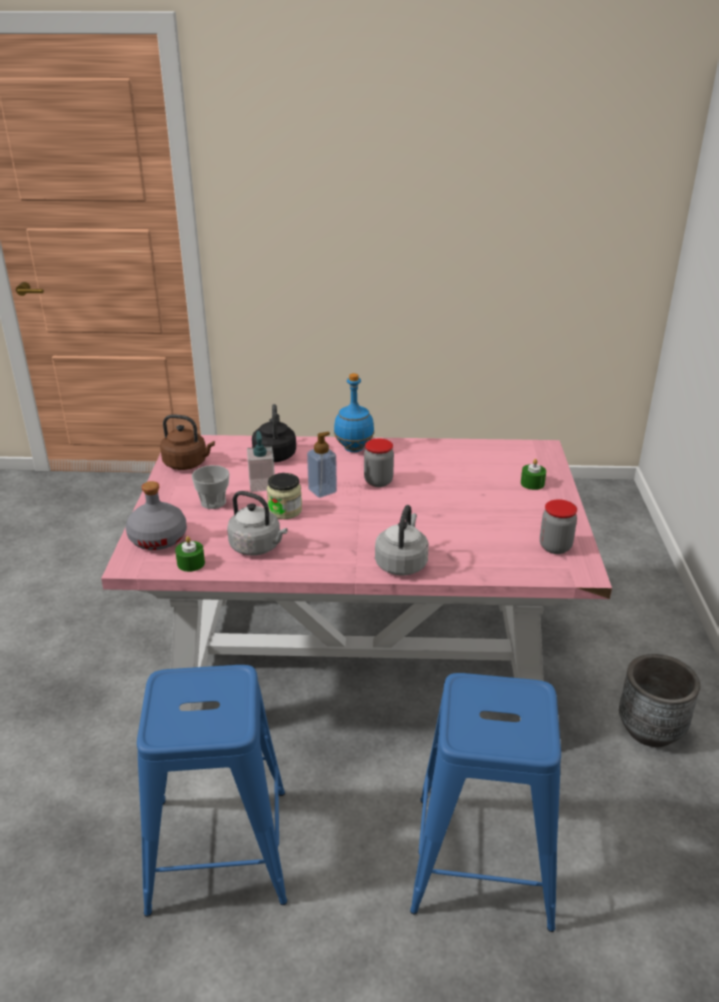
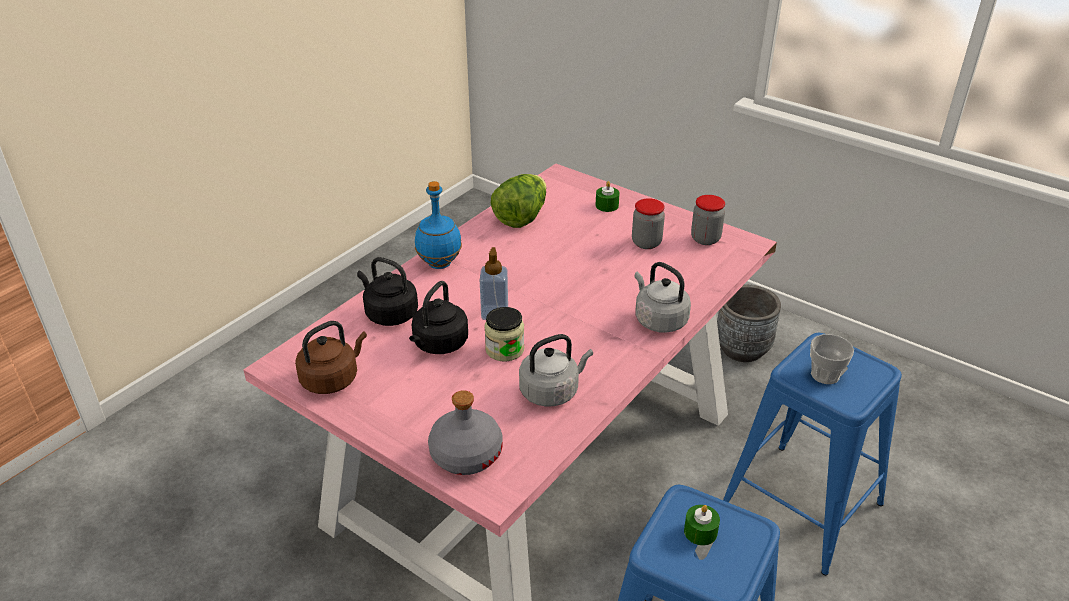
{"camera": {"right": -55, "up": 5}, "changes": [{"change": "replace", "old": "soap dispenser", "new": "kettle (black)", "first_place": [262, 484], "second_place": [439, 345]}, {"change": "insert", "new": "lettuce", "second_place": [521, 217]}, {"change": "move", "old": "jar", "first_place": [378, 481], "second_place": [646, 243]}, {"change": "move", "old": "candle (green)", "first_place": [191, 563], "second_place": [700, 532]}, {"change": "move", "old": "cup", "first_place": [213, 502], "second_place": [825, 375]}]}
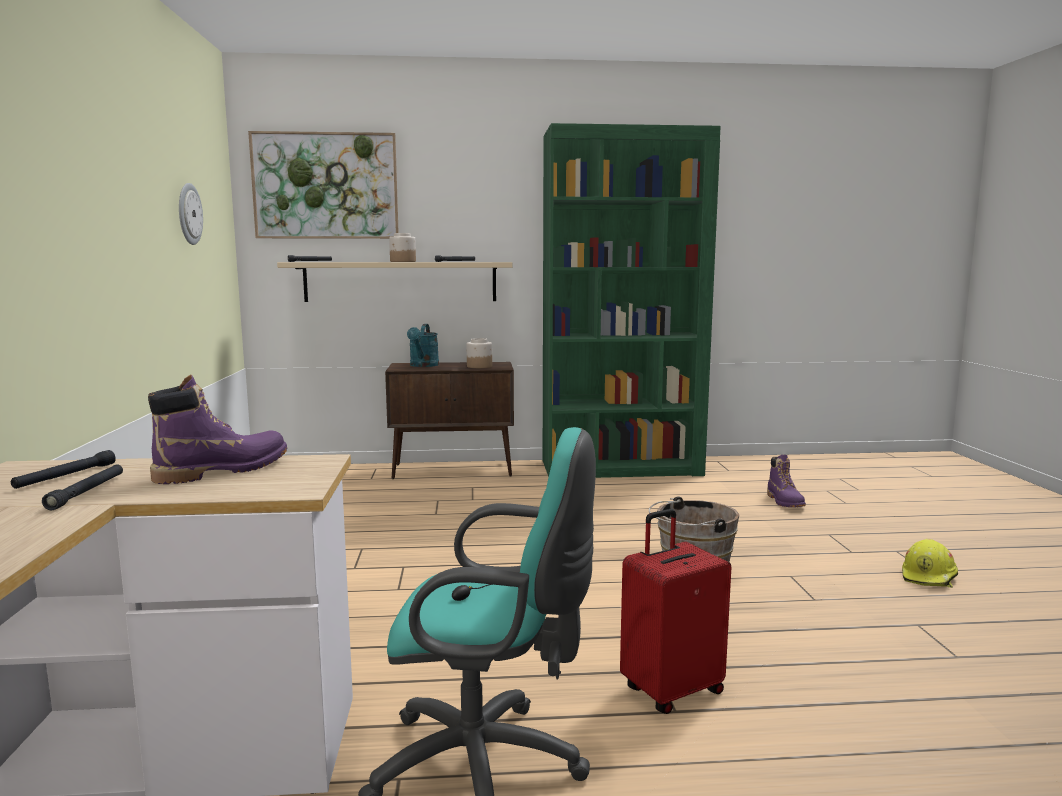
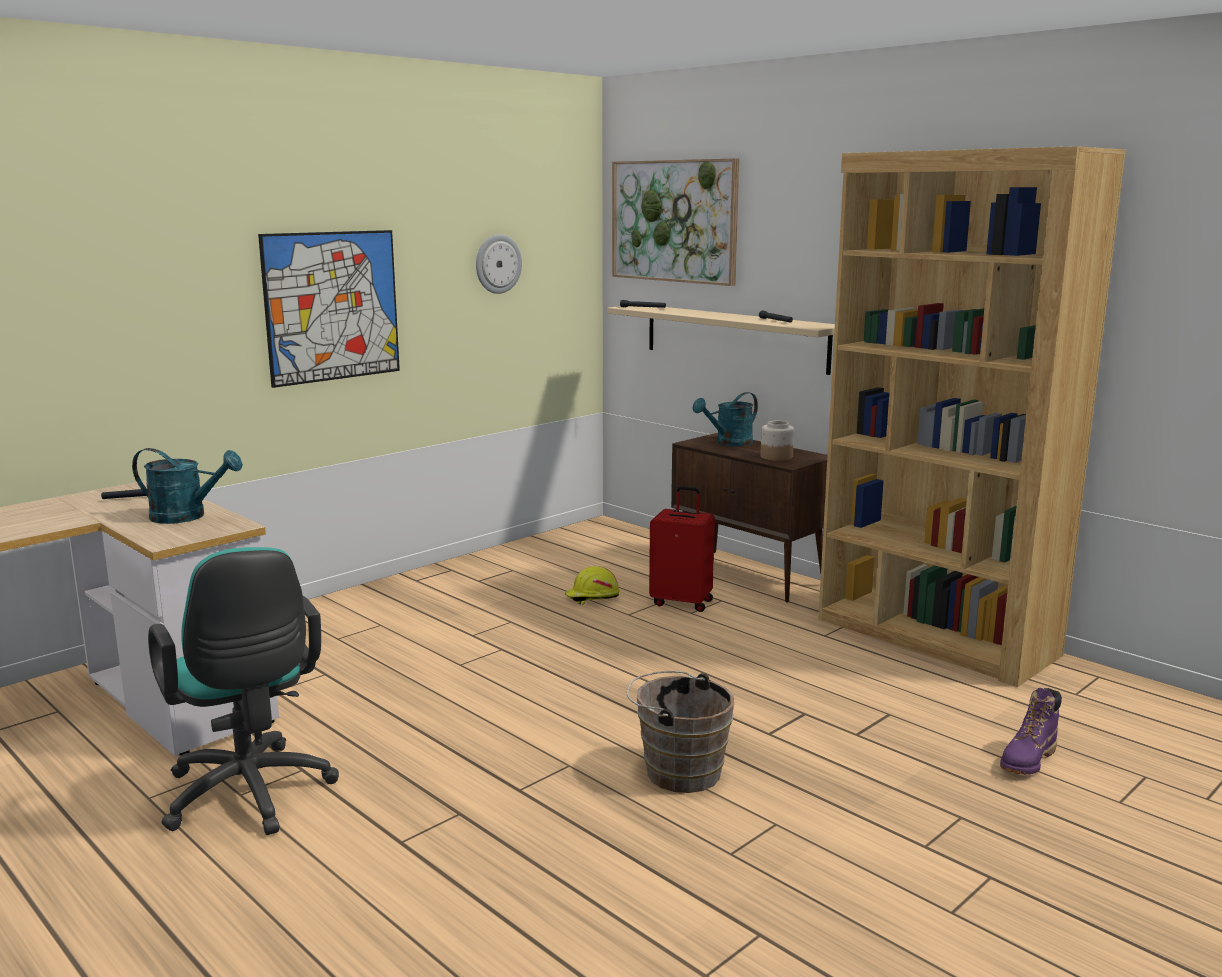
{"camera": {"right": 50, "up": 5}, "changes": [{"change": "replace", "old": "boot (purple)", "new": "watering can (turquoise)", "first_place": [223, 470], "second_place": [187, 516]}, {"change": "insert", "new": "picture", "second_place": [332, 306]}, {"change": "move", "old": "hard hat (yellow)", "first_place": [929, 577], "second_place": [592, 597]}, {"change": "move", "old": "suitcase (red)", "first_place": [671, 690], "second_place": [682, 602]}, {"change": "recolor", "old": "bookcase (green)", "new": "bookcase (brown)", "first_place": [621, 468], "second_place": [935, 637]}, {"change": "delete", "old": "flashlight (black)", "first_place": [87, 492]}, {"change": "delete", "old": "jar", "first_place": [403, 261]}]}
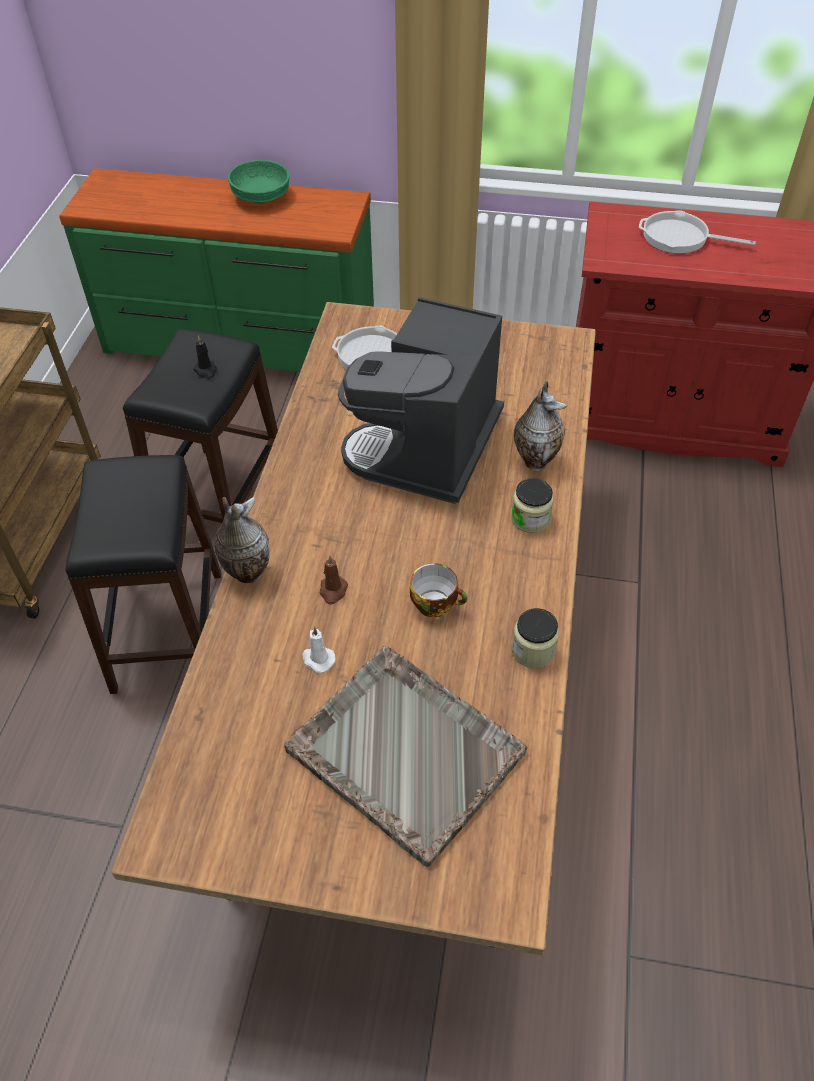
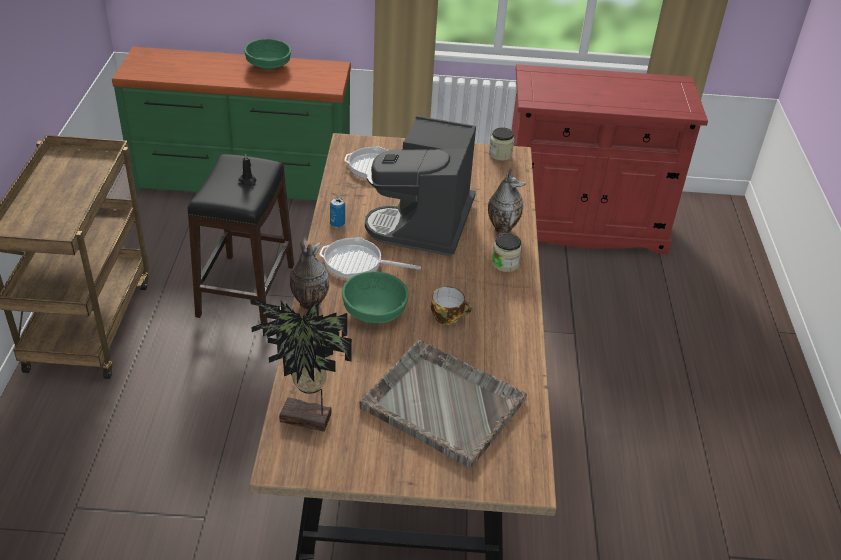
{"camera": {"right": -10, "up": -10}, "changes": [{"change": "insert", "new": "potted plant", "second_place": [305, 421]}, {"change": "move", "old": "frying pan", "first_place": [680, 238], "second_place": [357, 263]}, {"change": "insert", "new": "can", "second_place": [337, 224]}, {"change": "replace", "old": "candle (brown)", "new": "bowl (green)", "first_place": [333, 591], "second_place": [374, 312]}, {"change": "move", "old": "jar", "first_place": [533, 650], "second_place": [500, 154]}, {"change": "delete", "old": "stool (black)", "first_place": [167, 631]}, {"change": "delete", "old": "candle (white)", "first_place": [317, 659]}]}
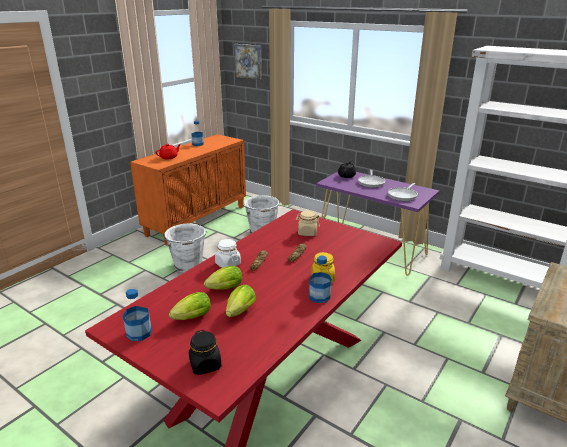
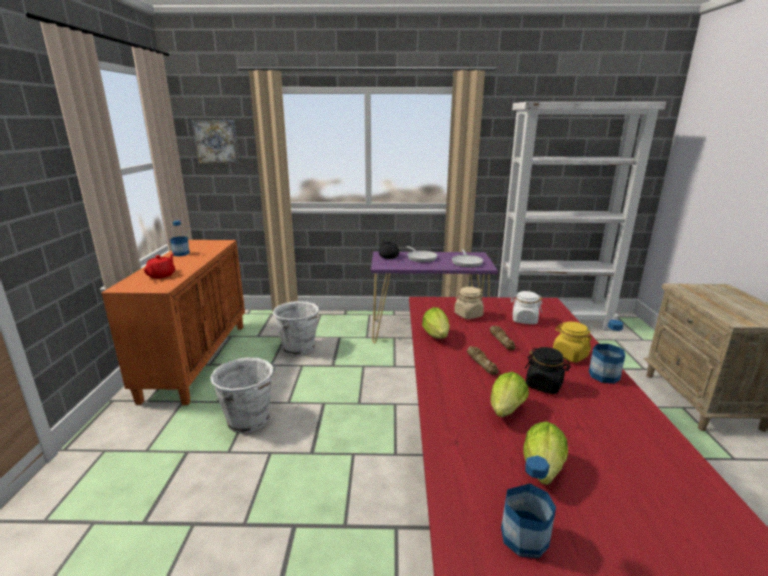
{"camera": {"right": -35, "up": -5}, "changes": [{"change": "move", "old": "lettuce", "first_place": [239, 313], "second_place": [437, 337]}, {"change": "move", "old": "jar (white)", "first_place": [228, 264], "second_place": [524, 320]}, {"change": "move", "old": "jar (black)", "first_place": [205, 365], "second_place": [544, 385]}]}
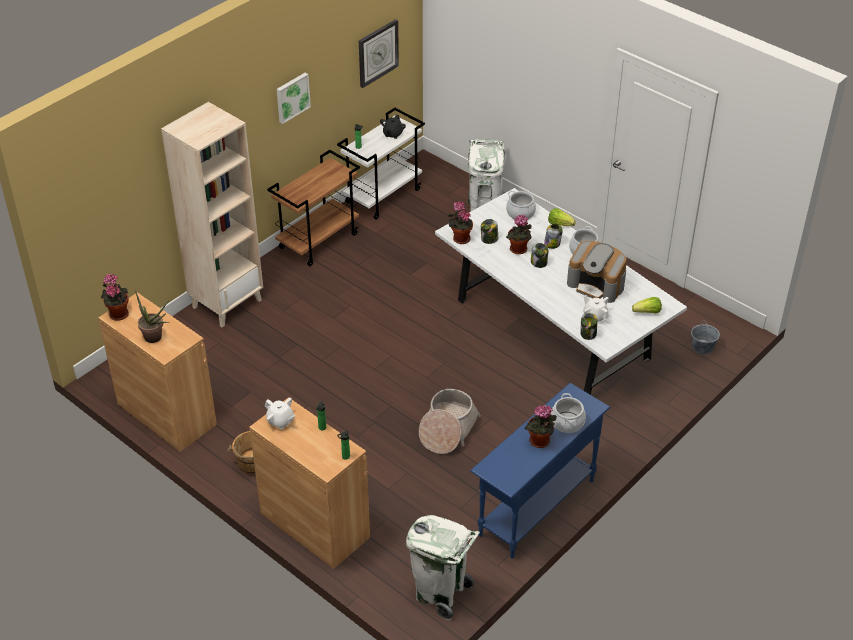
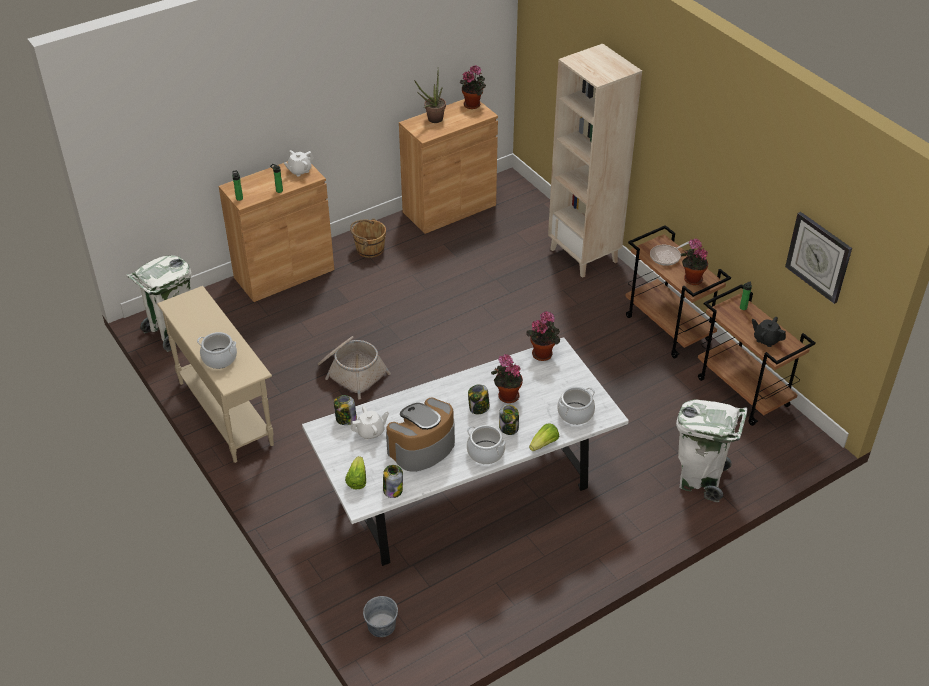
{"camera": {"right": 105, "up": 0}, "changes": [{"change": "recolor", "old": "console table (blue)", "new": "console table (beige)", "first_place": [536, 507], "second_place": [225, 412]}, {"change": "move", "old": "jar", "first_place": [489, 239], "second_place": [392, 490]}, {"change": "insert", "new": "frying pan", "second_place": [666, 256]}, {"change": "move", "old": "potted plant", "first_place": [539, 442], "second_place": [691, 279]}, {"change": "recolor", "old": "cart (white)", "new": "cart (brown)", "first_place": [383, 196], "second_place": [744, 392]}, {"change": "delete", "old": "picture", "first_place": [292, 97]}]}
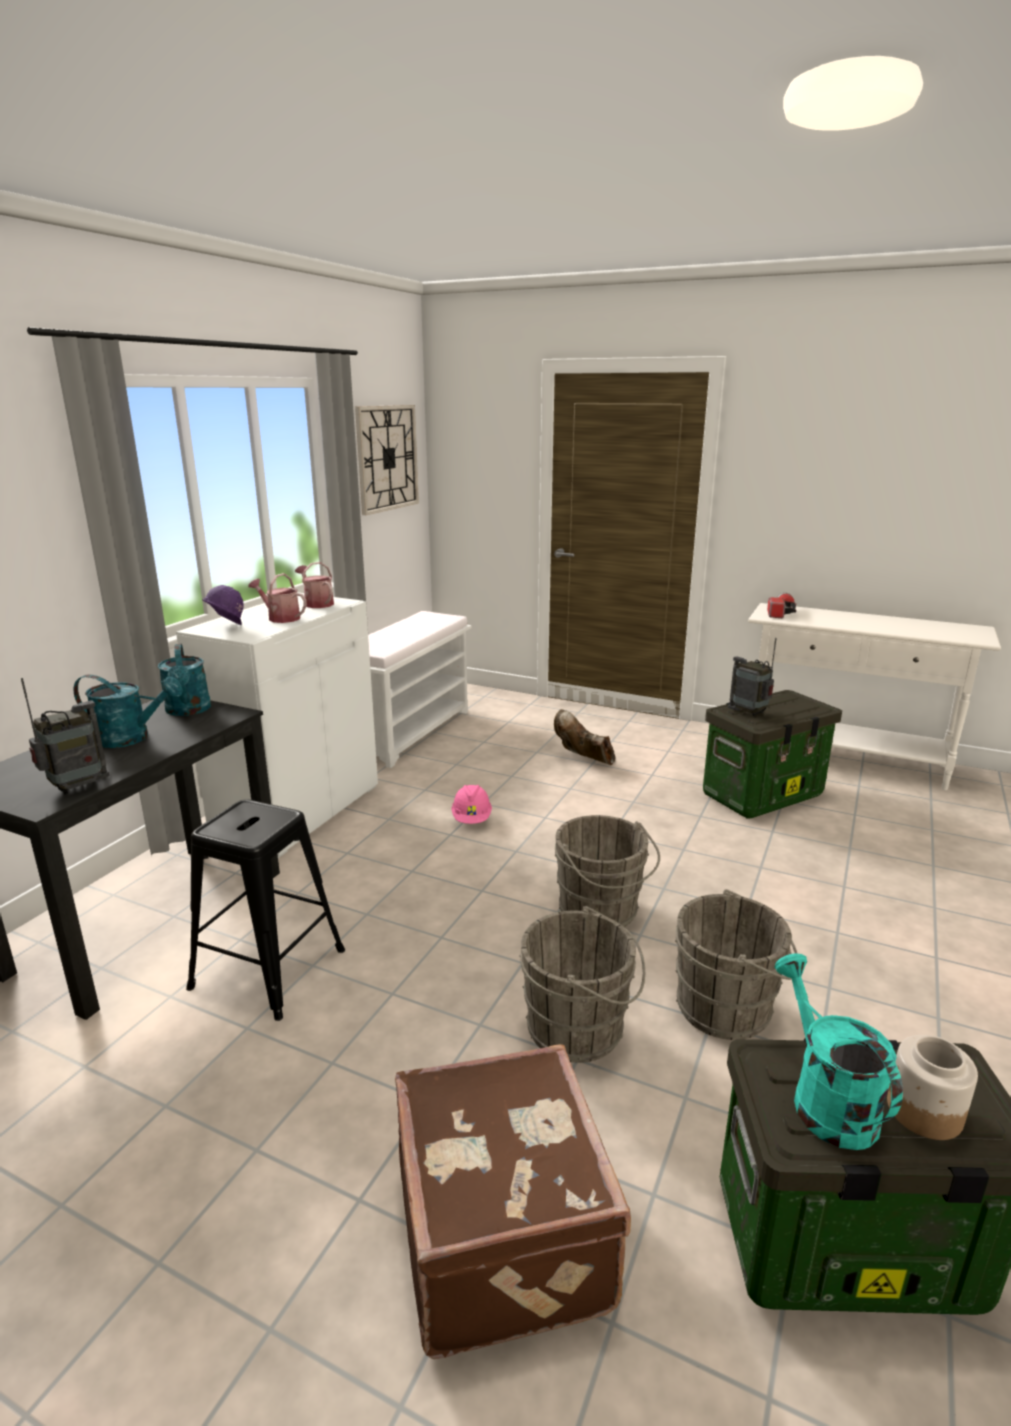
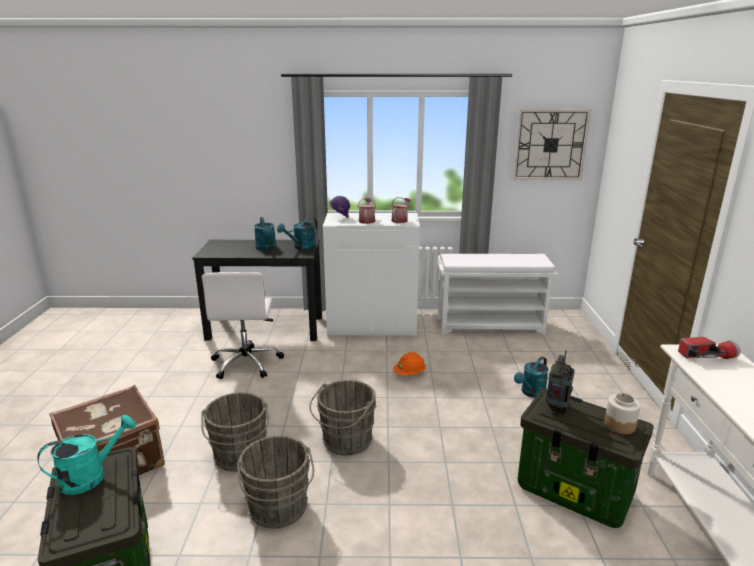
{"camera": {"right": 65, "up": 0}, "changes": [{"change": "replace", "old": "stool (black)", "new": "office chair (white)", "first_place": [268, 970], "second_place": [247, 363]}, {"change": "recolor", "old": "hard hat (pink)", "new": "hard hat (orange)", "first_place": [472, 819], "second_place": [409, 374]}, {"change": "replace", "old": "boot (brown)", "new": "watering can (turquoise)", "first_place": [583, 760], "second_place": [531, 393]}, {"change": "move", "old": "jar", "first_place": [923, 1110], "second_place": [619, 425]}, {"change": "delete", "old": "radio", "first_place": [77, 788]}]}
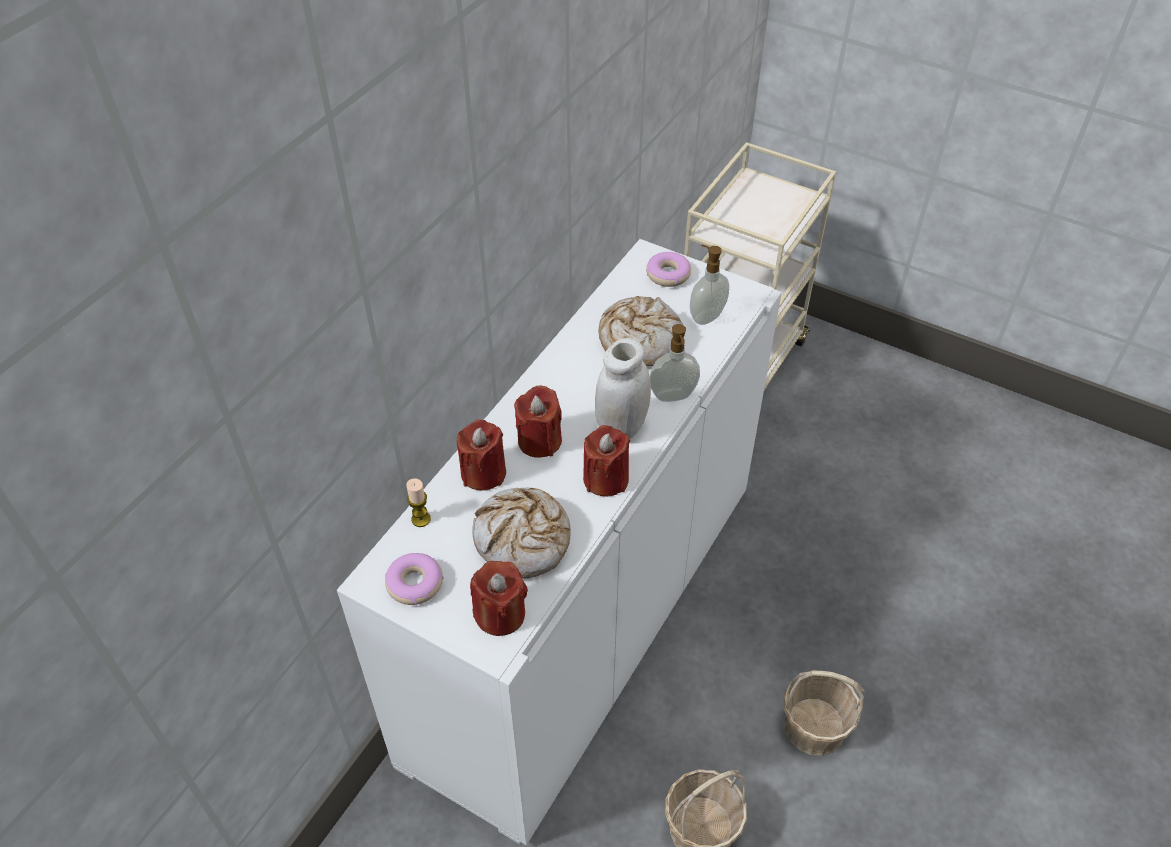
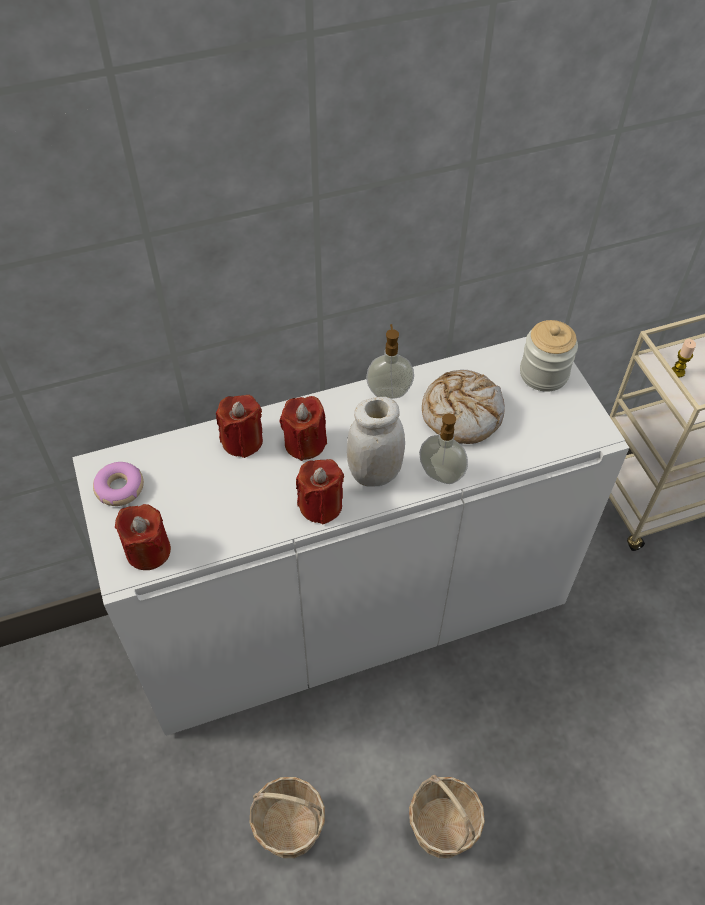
{"camera": {"right": 40, "up": 5}, "changes": [{"change": "move", "old": "soap dispenser", "first_place": [706, 316], "second_place": [389, 392]}, {"change": "replace", "old": "donut", "new": "jar", "first_place": [668, 274], "second_place": [543, 373]}, {"change": "move", "old": "candle", "first_place": [421, 519], "second_place": [677, 372]}, {"change": "delete", "old": "bread", "first_place": [523, 540]}]}
